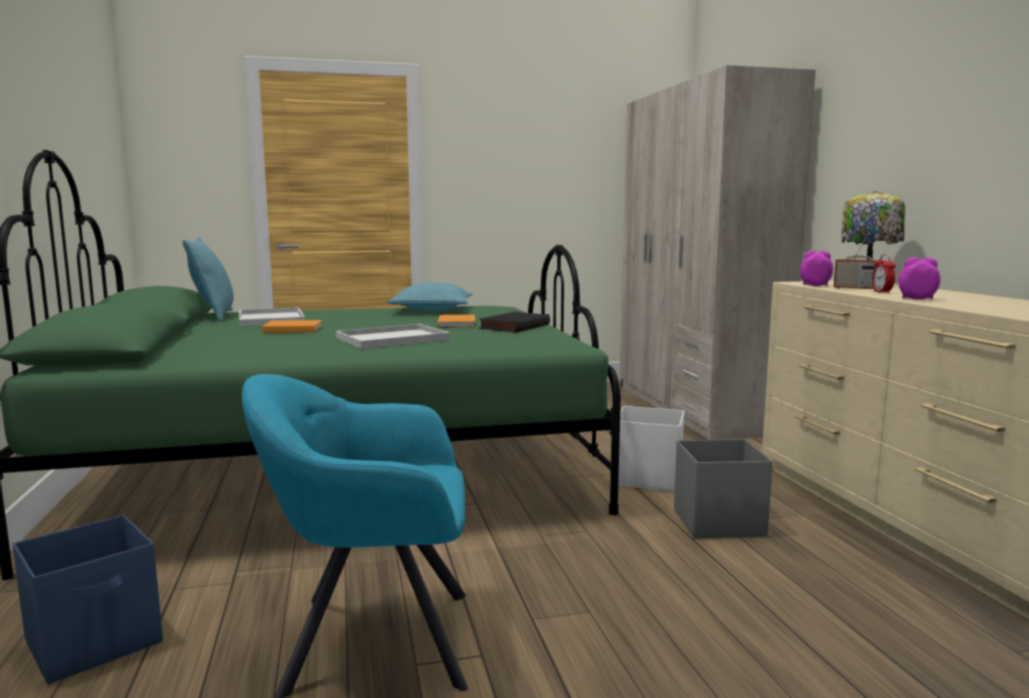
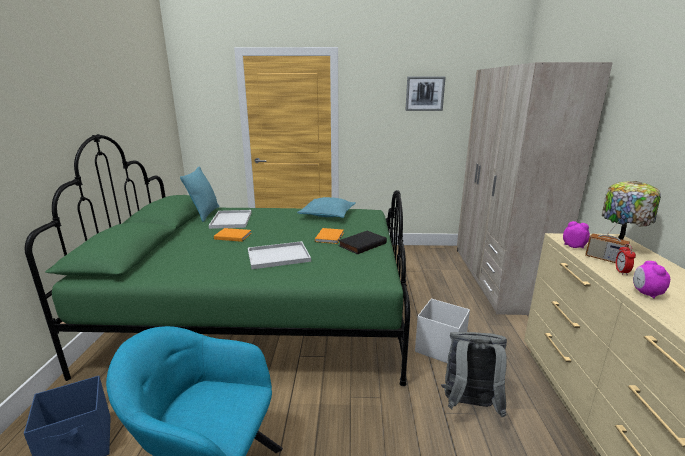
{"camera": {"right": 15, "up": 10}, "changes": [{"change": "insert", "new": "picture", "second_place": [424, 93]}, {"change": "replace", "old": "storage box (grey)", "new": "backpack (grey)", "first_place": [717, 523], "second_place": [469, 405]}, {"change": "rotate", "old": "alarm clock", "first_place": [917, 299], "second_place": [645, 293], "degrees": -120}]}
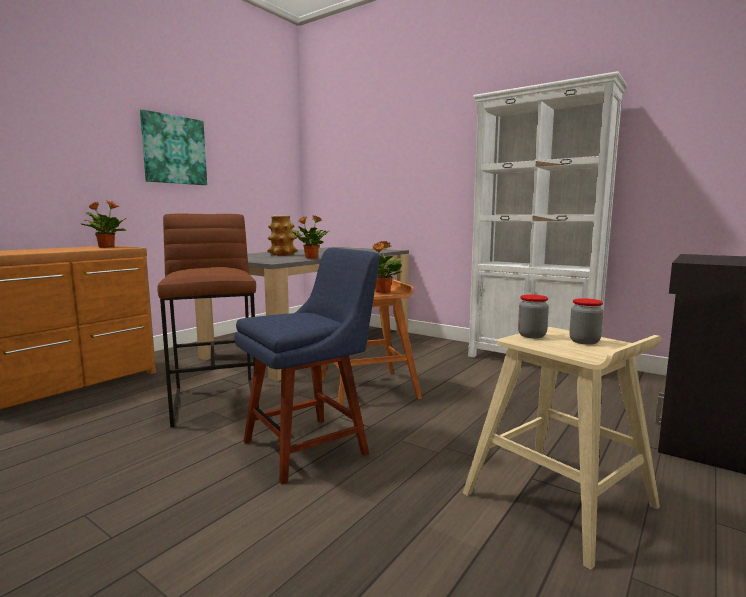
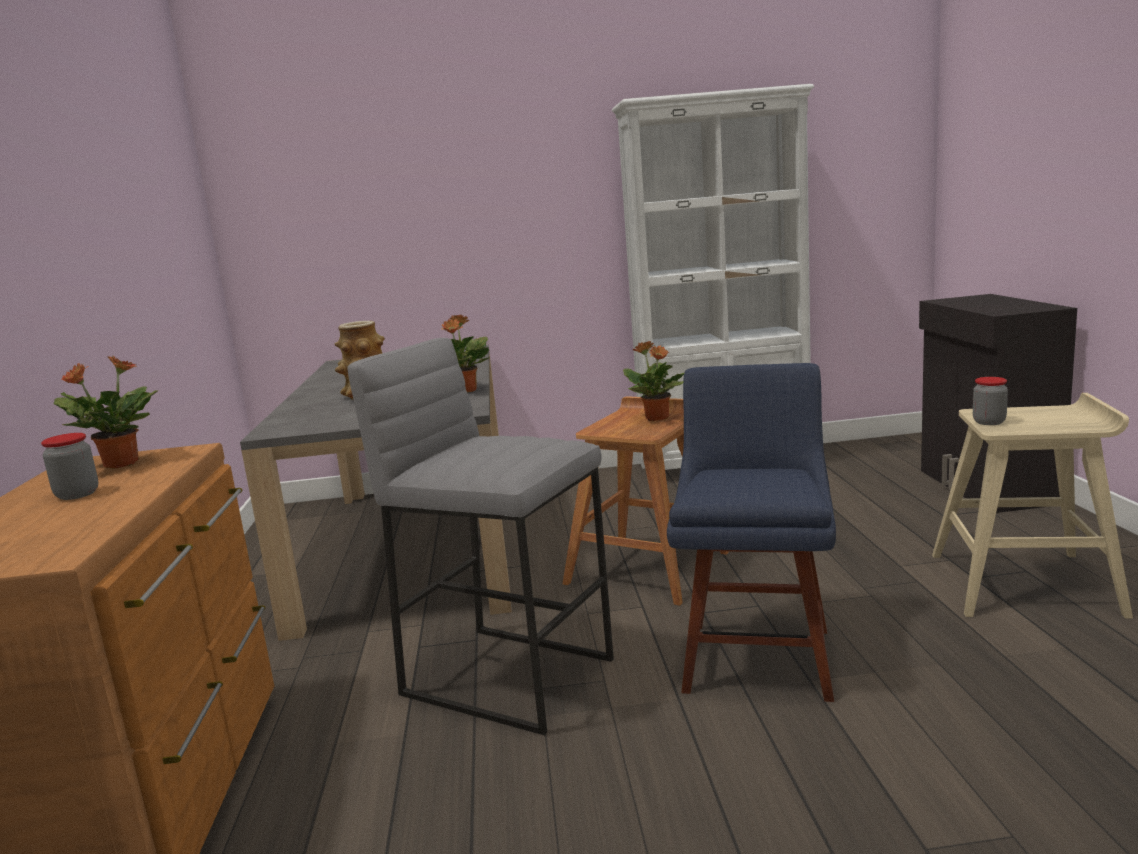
{"camera": {"right": -40, "up": 5}, "changes": [{"change": "move", "old": "jar", "first_place": [584, 341], "second_place": [77, 494]}, {"change": "recolor", "old": "stool (brown)", "new": "stool (grey)", "first_place": [217, 402], "second_place": [509, 675]}, {"change": "delete", "old": "picture", "first_place": [174, 150]}]}
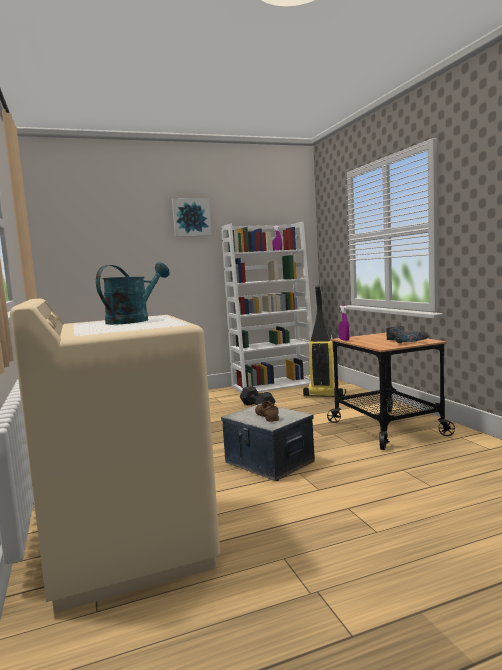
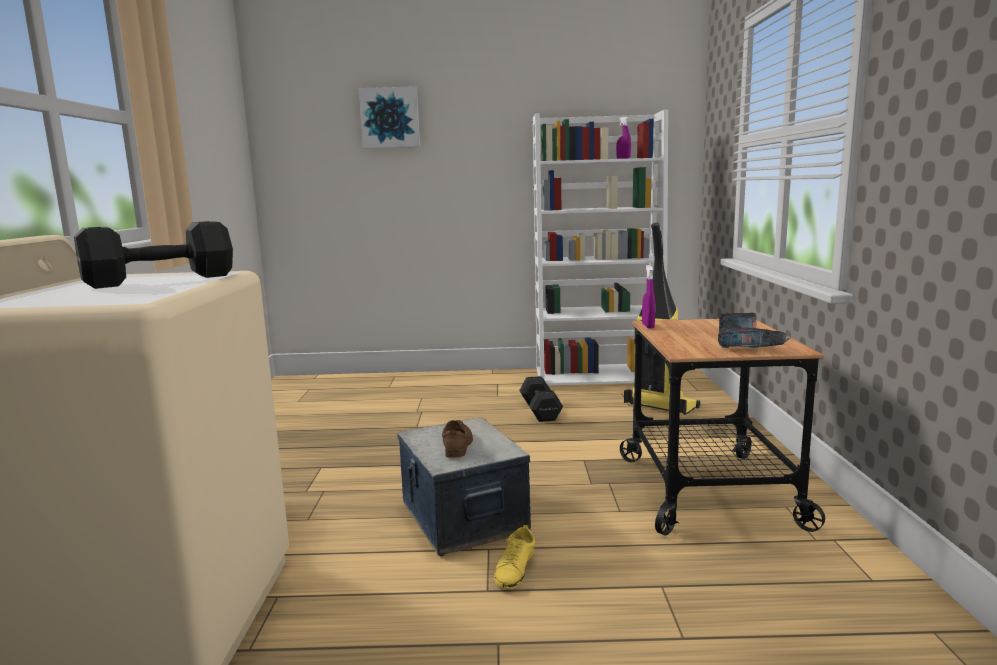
{"camera": {"right": 20, "up": 5}, "changes": [{"change": "replace", "old": "watering can (turquoise)", "new": "dumbbell (black)", "first_place": [134, 320], "second_place": [157, 280]}, {"change": "move", "old": "picture", "first_place": [191, 217], "second_place": [390, 118]}, {"change": "insert", "new": "shoe (yellow)", "second_place": [515, 568]}]}
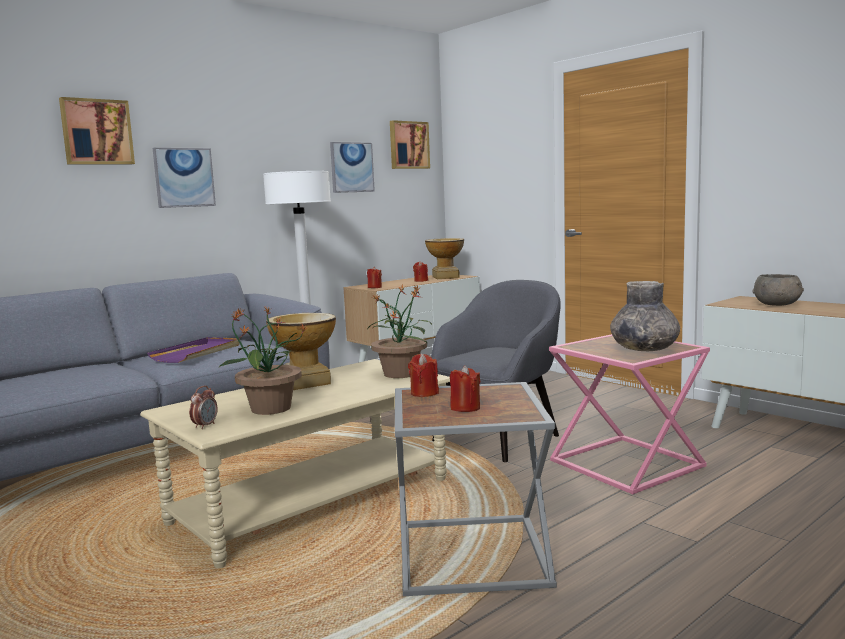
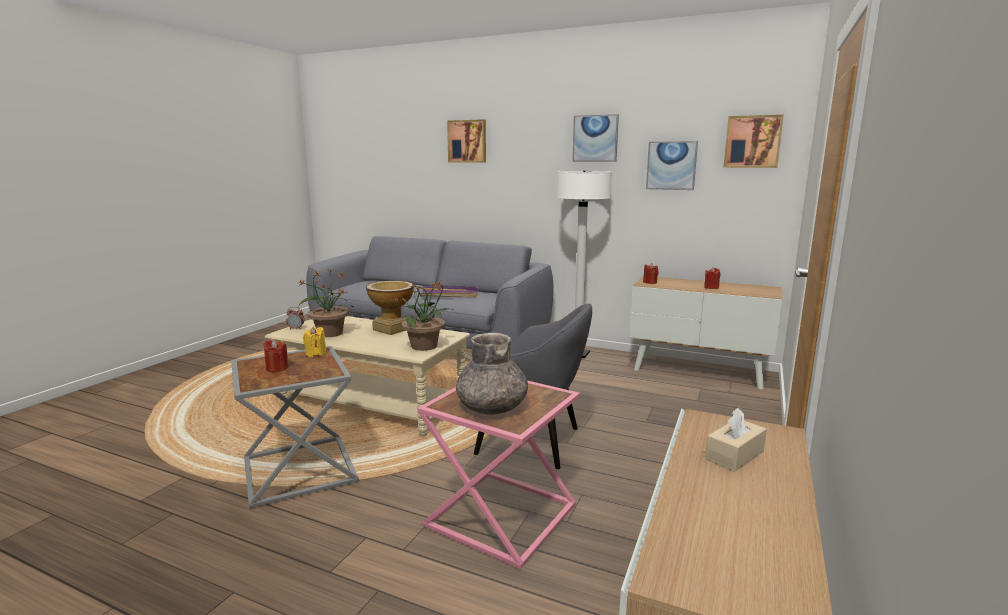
{"camera": {"right": 65, "up": 5}, "changes": [{"change": "recolor", "old": "candle (red)", "new": "candle (yellow)", "first_place": [424, 393], "second_place": [315, 354]}, {"change": "move", "old": "picture", "first_place": [184, 177], "second_place": [595, 138]}, {"change": "replace", "old": "bowl (grey)", "new": "tissue box (beige)", "first_place": [777, 304], "second_place": [734, 455]}, {"change": "delete", "old": "vase", "first_place": [445, 277]}]}
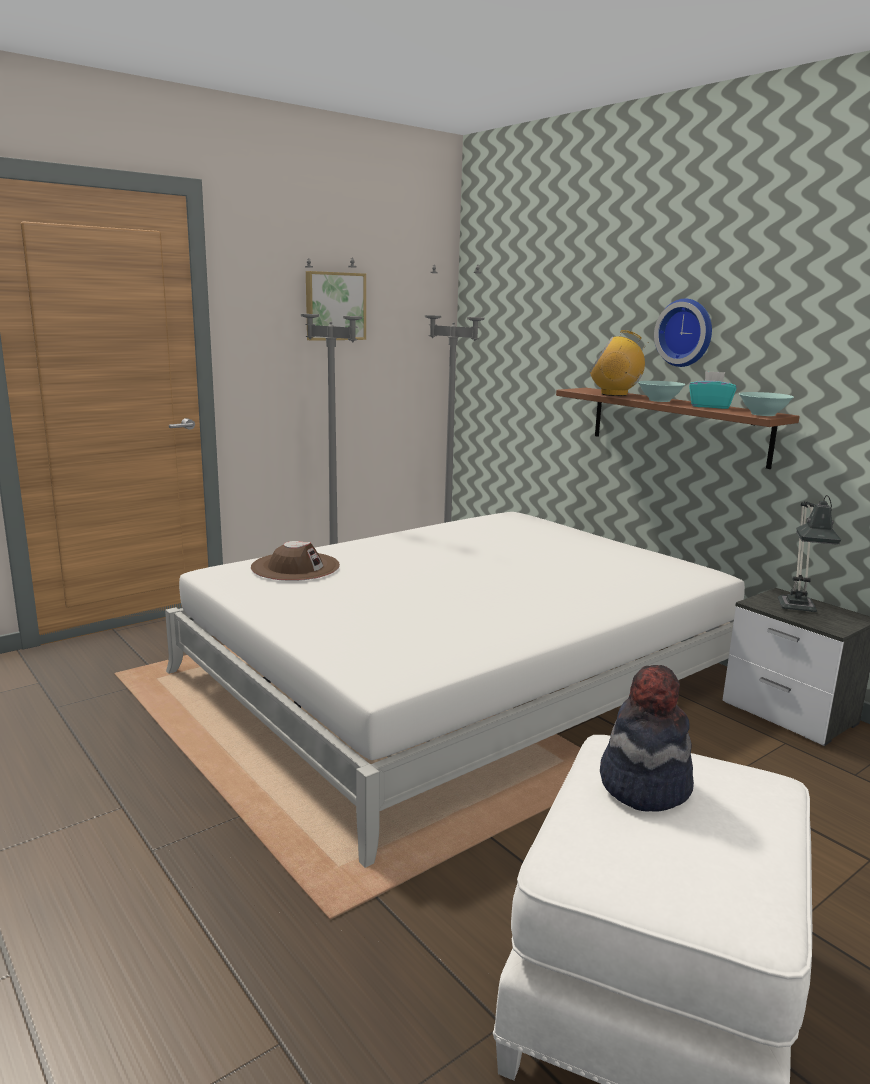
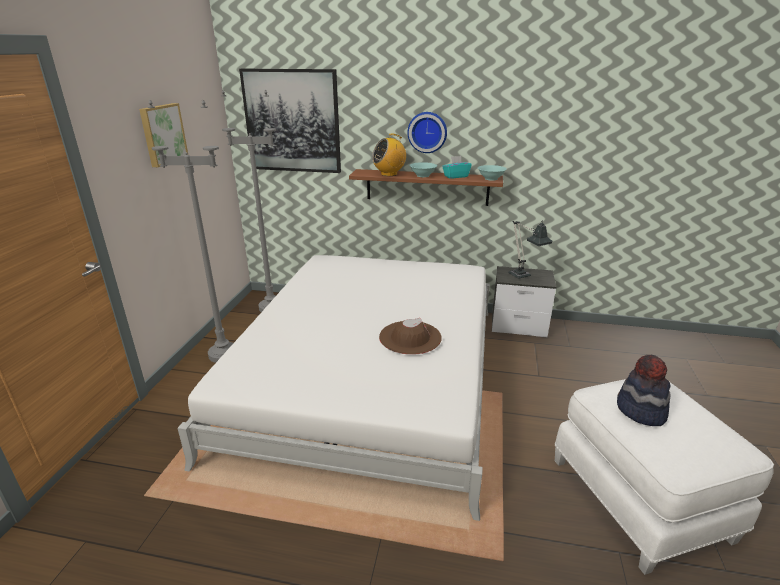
{"camera": {"right": -40, "up": 10}, "changes": [{"change": "insert", "new": "picture", "second_place": [292, 121]}, {"change": "move", "old": "hat (brown)", "first_place": [295, 567], "second_place": [410, 337]}]}
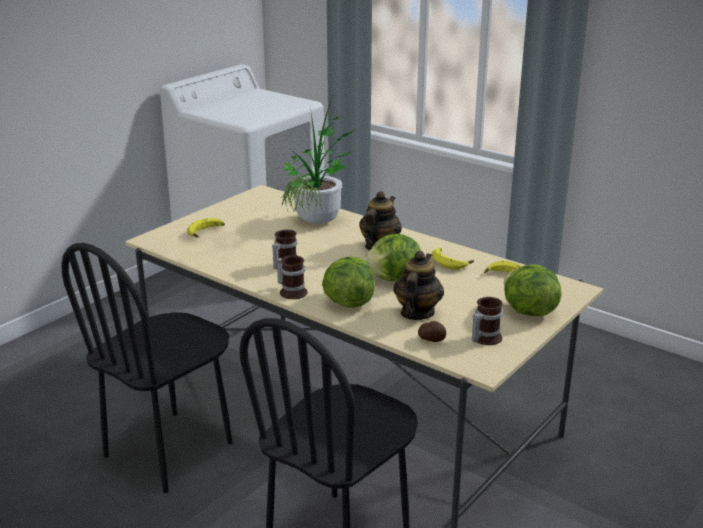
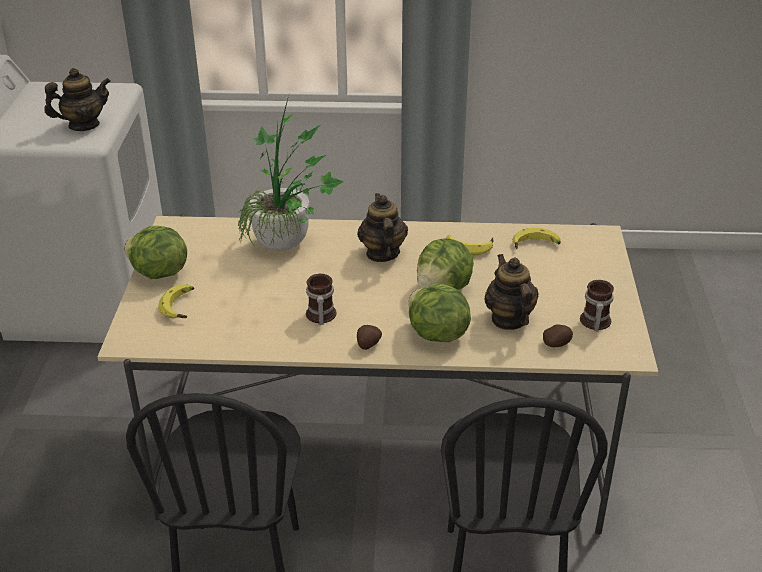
{"camera": {"right": -35, "up": 10}, "changes": [{"change": "insert", "new": "teapot", "second_place": [84, 125]}, {"change": "move", "old": "lettuce", "first_place": [528, 312], "second_place": [158, 273]}, {"change": "replace", "old": "mug", "new": "potato", "first_place": [292, 291], "second_place": [368, 344]}]}
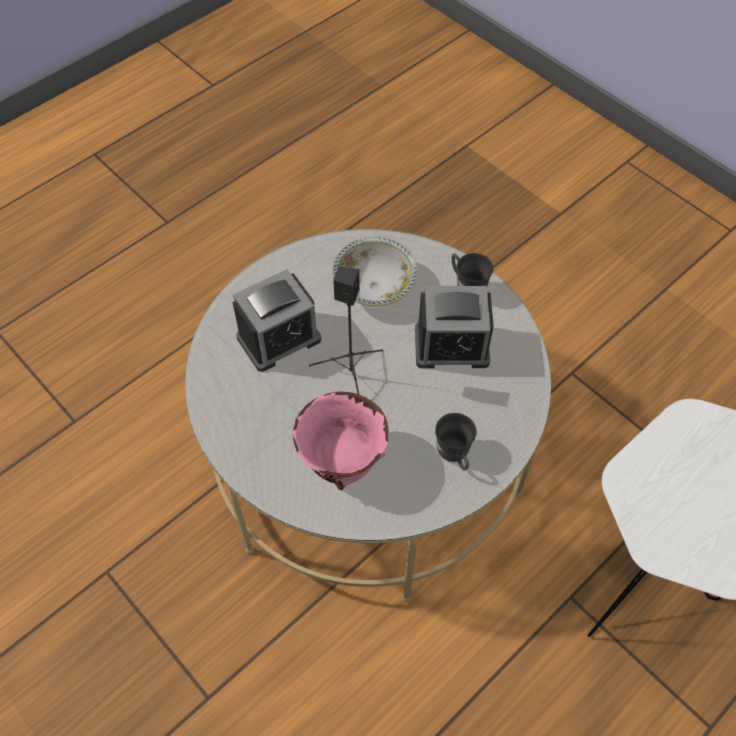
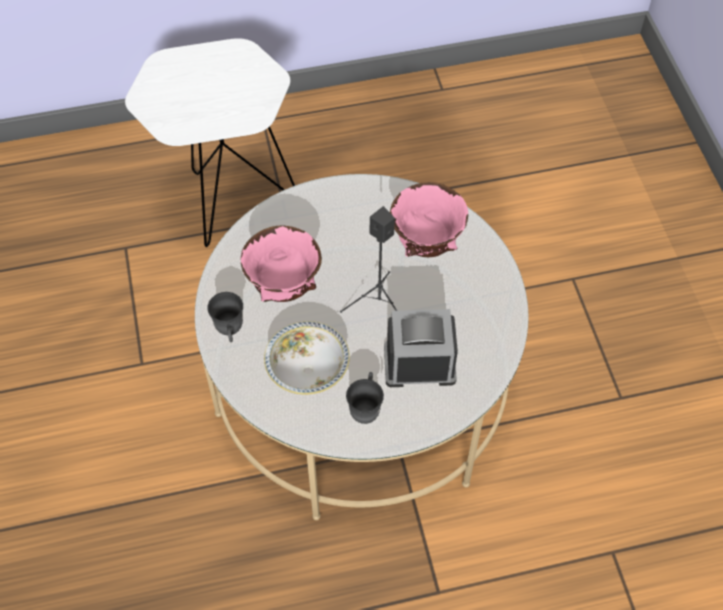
{"camera": {"right": -150, "up": 0}, "changes": [{"change": "replace", "old": "alarm clock", "new": "bowl (pink)", "first_place": [451, 346], "second_place": [283, 288]}, {"change": "move", "old": "mug (grey)", "first_place": [455, 456], "second_place": [366, 407]}]}
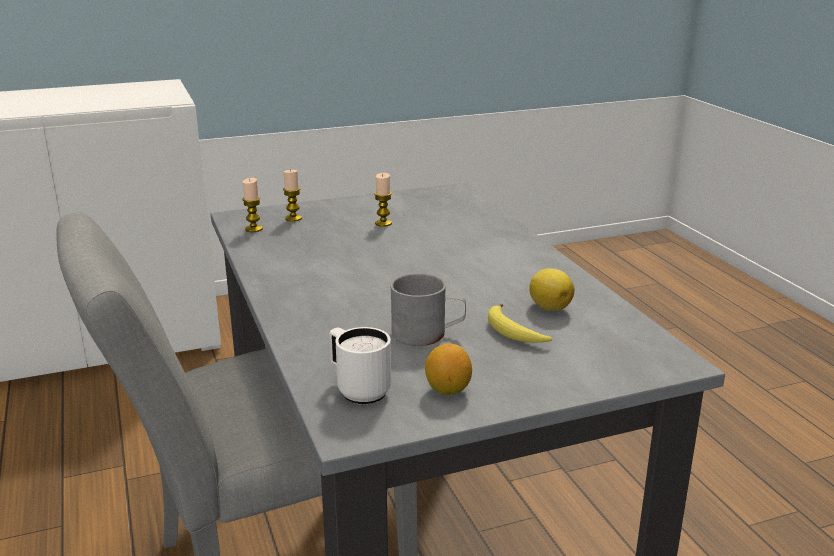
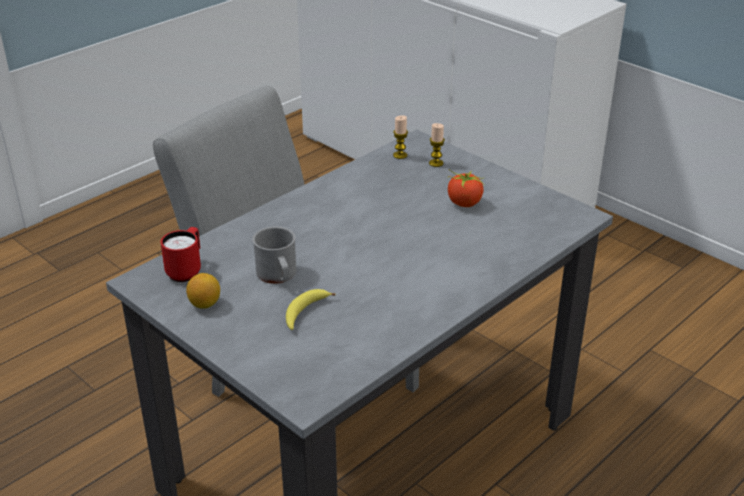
{"camera": {"right": 65, "up": 10}, "changes": [{"change": "recolor", "old": "mug (white)", "new": "mug (red)", "first_place": [358, 390], "second_place": [186, 270]}, {"change": "replace", "old": "candle", "new": "tomato", "first_place": [383, 223], "second_place": [464, 203]}, {"change": "delete", "old": "lemon", "first_place": [549, 307]}]}
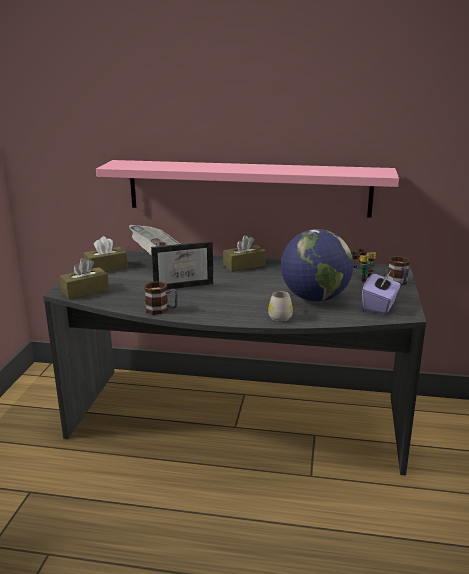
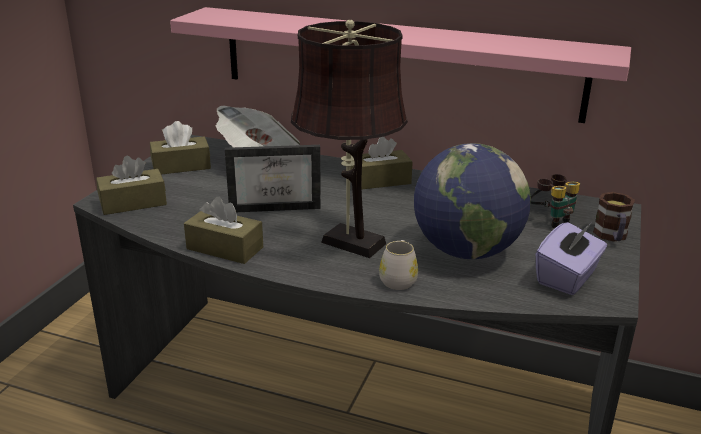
{"camera": {"right": 10, "up": 5}, "changes": [{"change": "replace", "old": "mug", "new": "tissue box (brown)", "first_place": [162, 310], "second_place": [225, 248]}, {"change": "insert", "new": "table lamp (brown)", "second_place": [348, 241]}]}
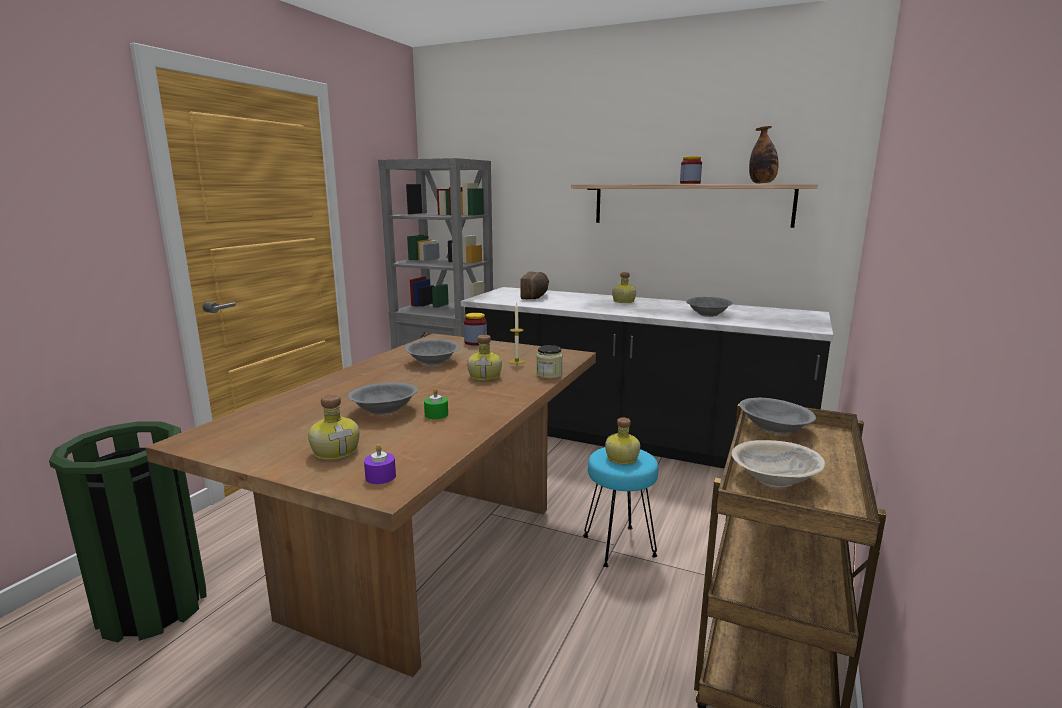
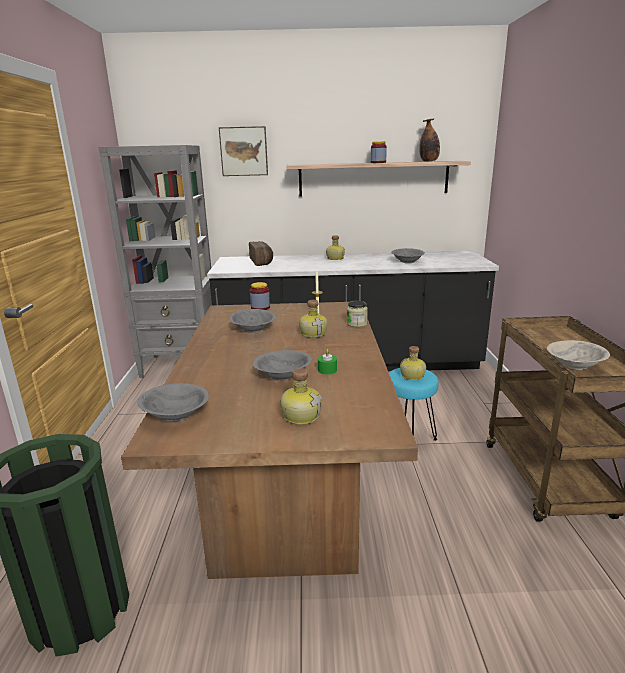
{"camera": {"right": -25, "up": 5}, "changes": [{"change": "move", "old": "bowl (grey)", "first_place": [773, 429], "second_place": [175, 415]}, {"change": "insert", "new": "picture", "second_place": [244, 151]}, {"change": "delete", "old": "candle (purple)", "first_place": [380, 477]}]}
